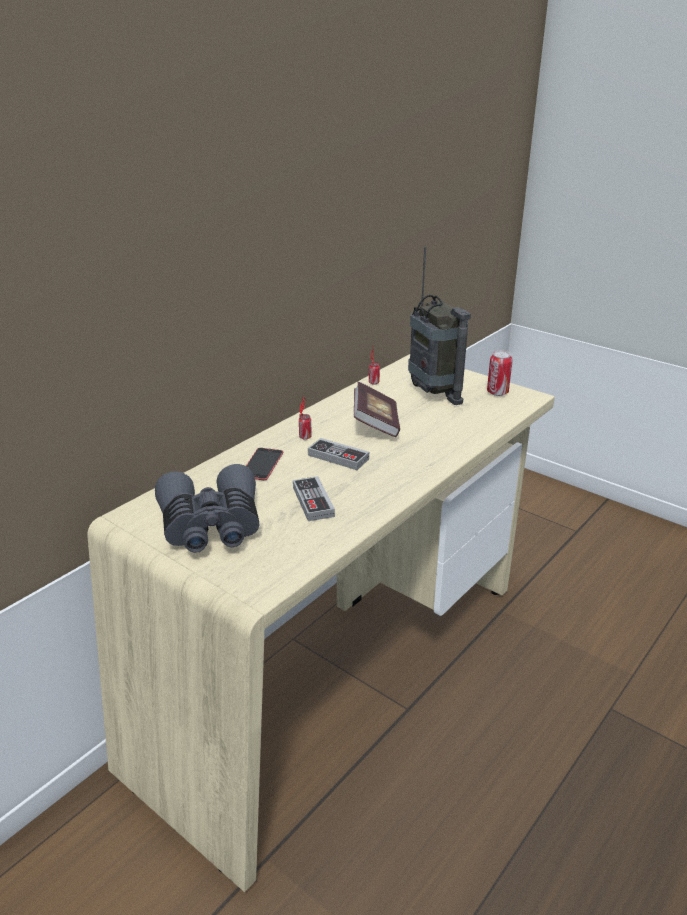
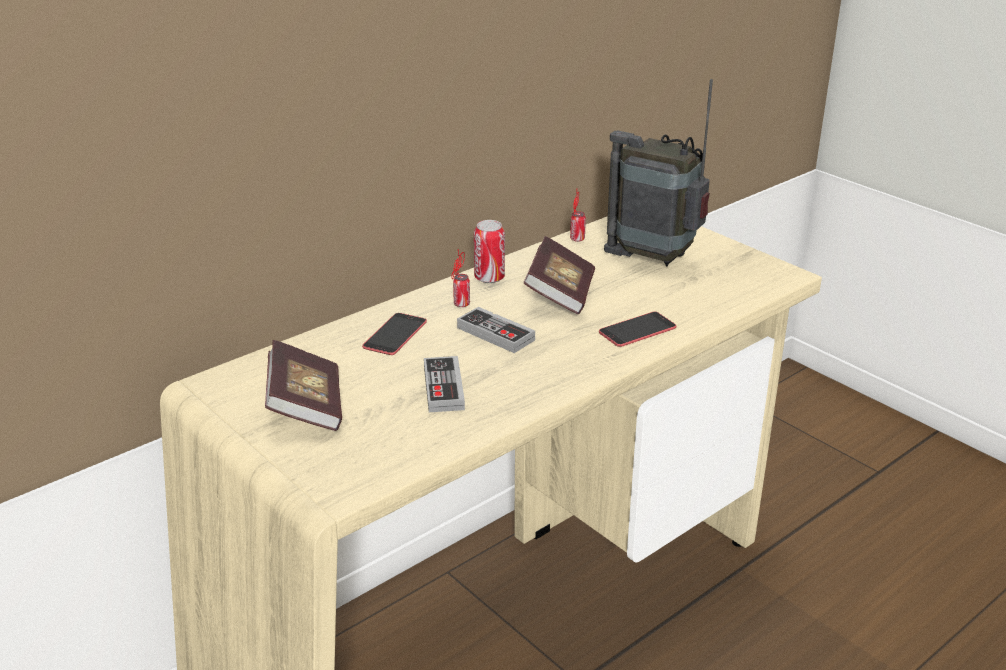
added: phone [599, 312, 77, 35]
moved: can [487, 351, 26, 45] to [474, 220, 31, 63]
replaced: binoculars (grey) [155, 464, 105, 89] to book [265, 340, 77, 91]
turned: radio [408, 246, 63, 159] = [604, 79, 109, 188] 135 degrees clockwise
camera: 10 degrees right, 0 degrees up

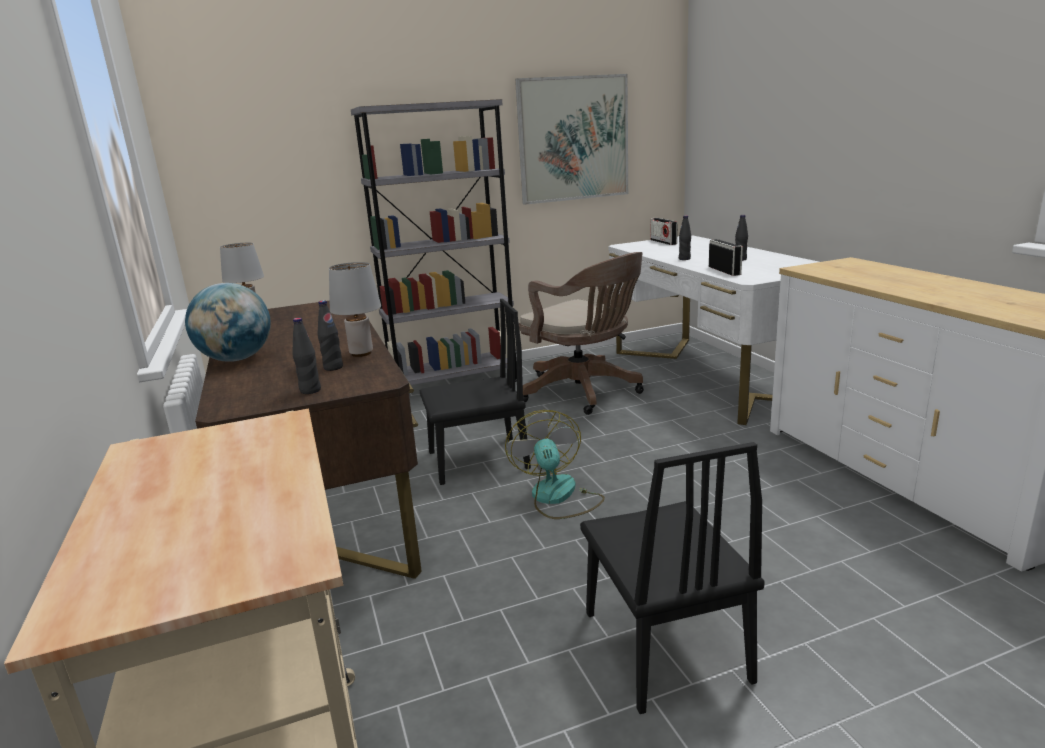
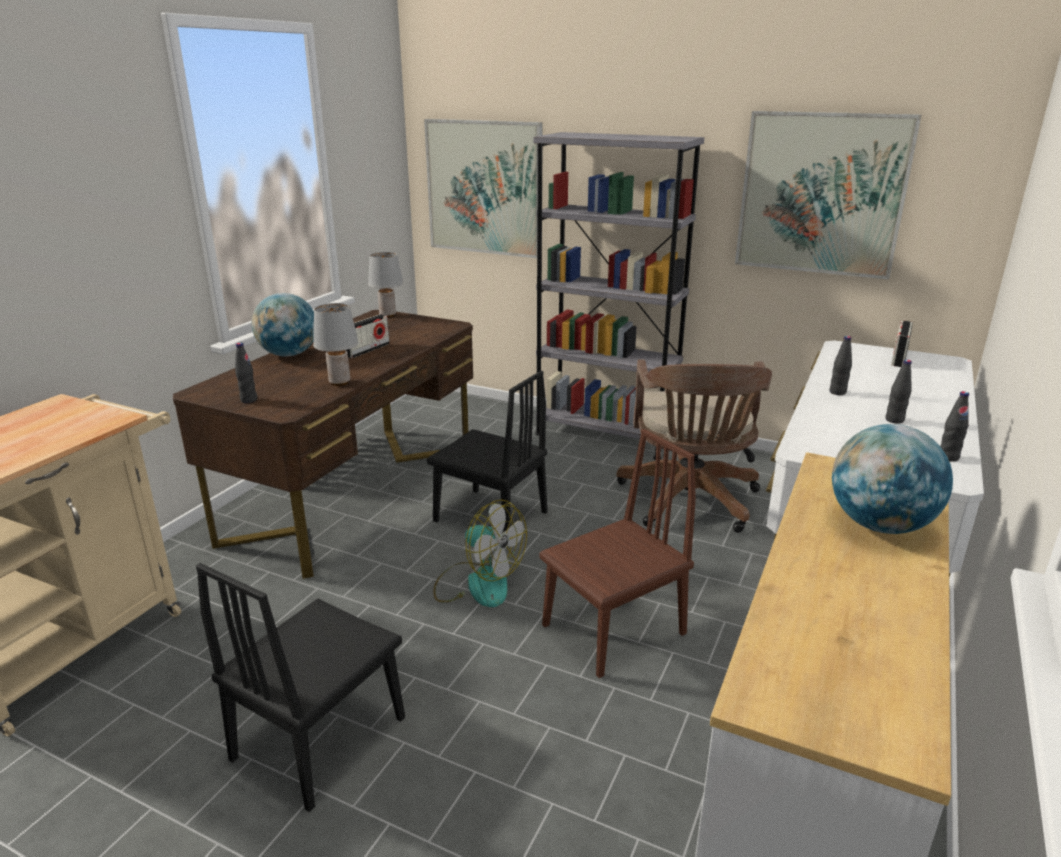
added: picture [424, 119, 119, 139]; chair (brown) [539, 429, 157, 249]; globe [832, 424, 121, 110]
moved: bottle (black) [318, 300, 25, 71] to [940, 391, 29, 71]; radio [709, 239, 34, 37] to [346, 314, 44, 44]
turned: fan [505, 410, 100, 109] = [433, 500, 94, 107] 90 degrees clockwise
camera: 45 degrees right, 5 degrees up

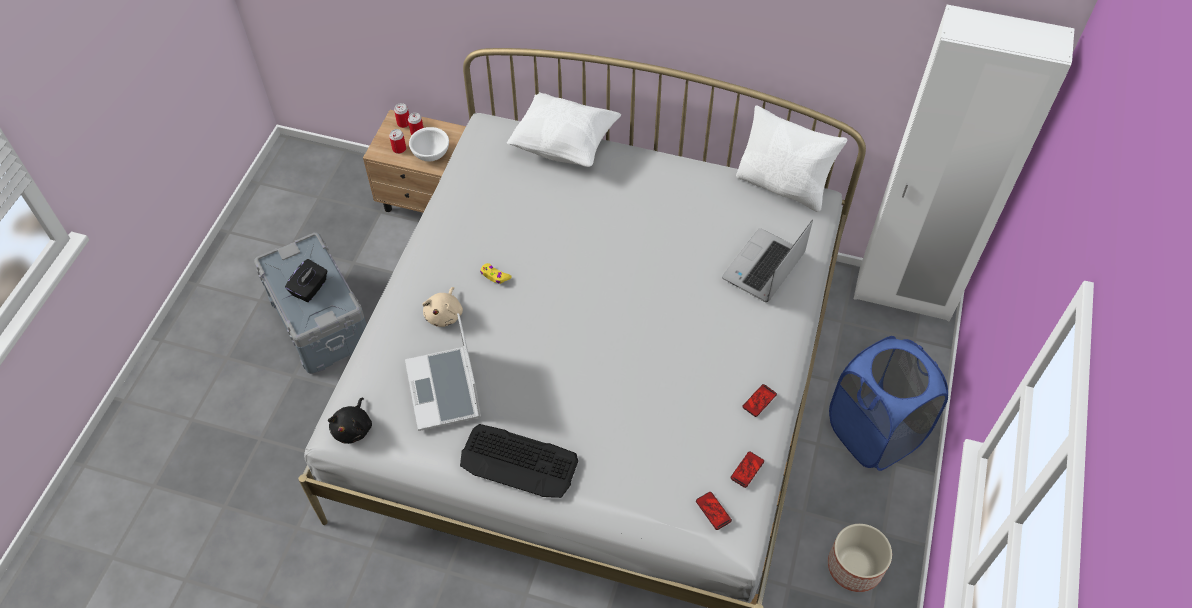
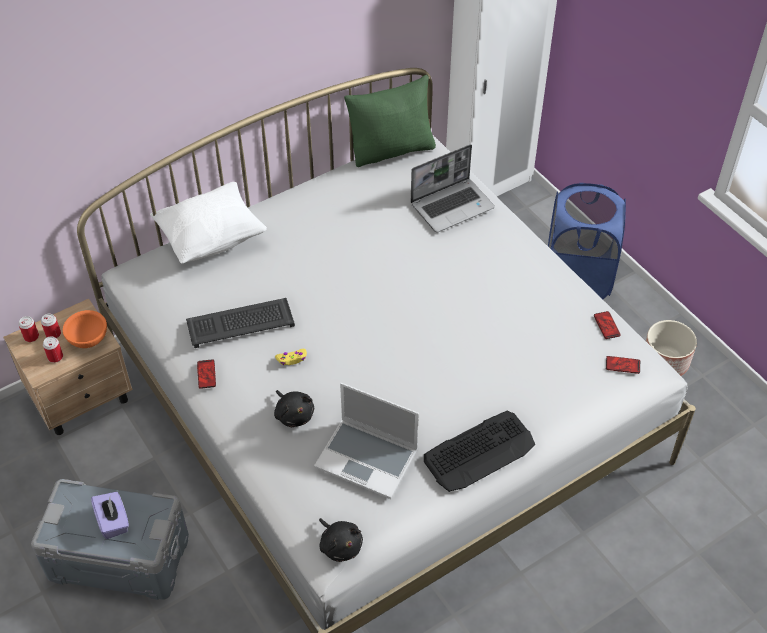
added: keyboard [186, 298, 109, 50]
moved: phone [742, 384, 35, 33] to [197, 359, 19, 30]
recoloured: tissue box (black) [285, 259, 42, 43] to tissue box (purple) [91, 492, 38, 47]; bowl (white) [409, 127, 40, 34] to bowl (orange) [63, 310, 44, 38]; plush toy (beige) [422, 287, 41, 40] to plush toy (black) [274, 390, 40, 37]; pillow (white) [736, 105, 111, 107] to pillow (green) [344, 75, 92, 92]
turned: laptop [722, 220, 91, 82] = [411, 144, 84, 88] 105 degrees counterclockwise
camera: 50 degrees left, 5 degrees down

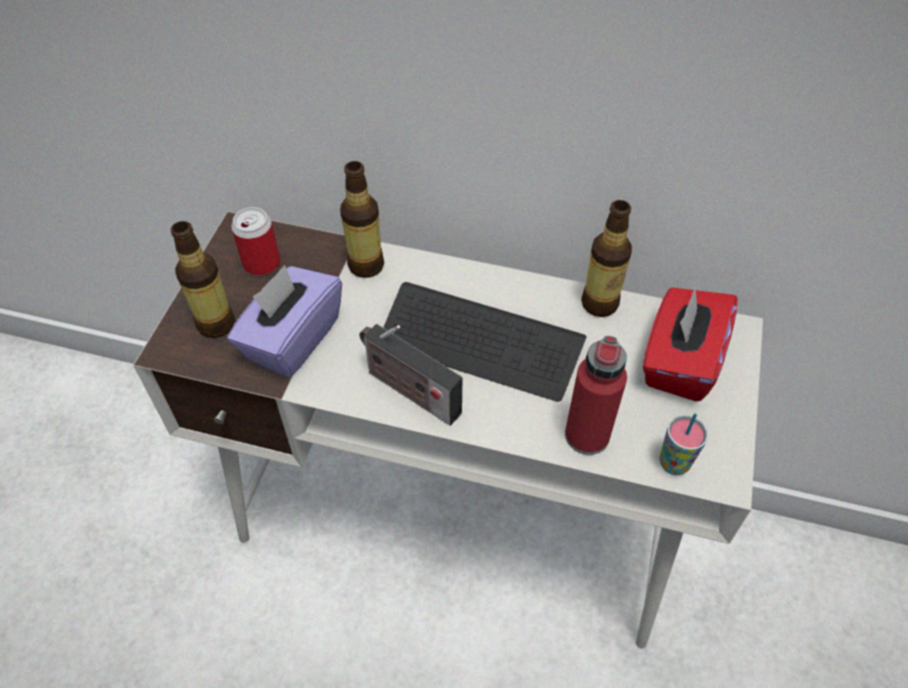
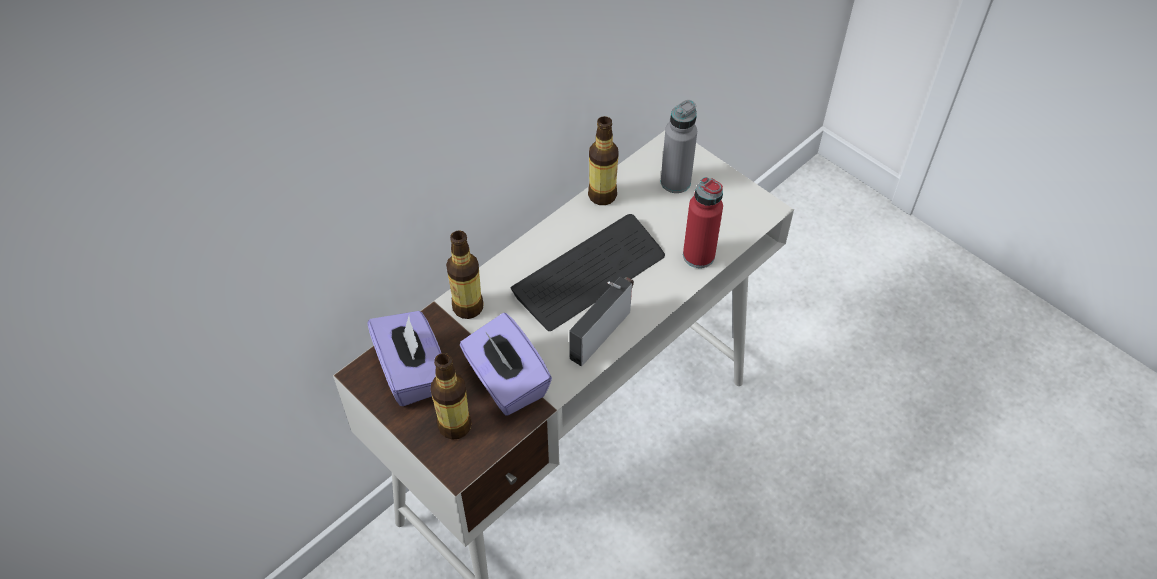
removed: cup [660, 413, 48, 62]
replaced: can [231, 207, 49, 69] to tissue box (purple) [367, 311, 74, 95]; tissue box (red) [643, 287, 95, 114] to bottle (grey) [661, 100, 36, 93]
turned: radio [359, 324, 103, 102] = [569, 277, 65, 89] 150 degrees clockwise
camera: 60 degrees left, 0 degrees up

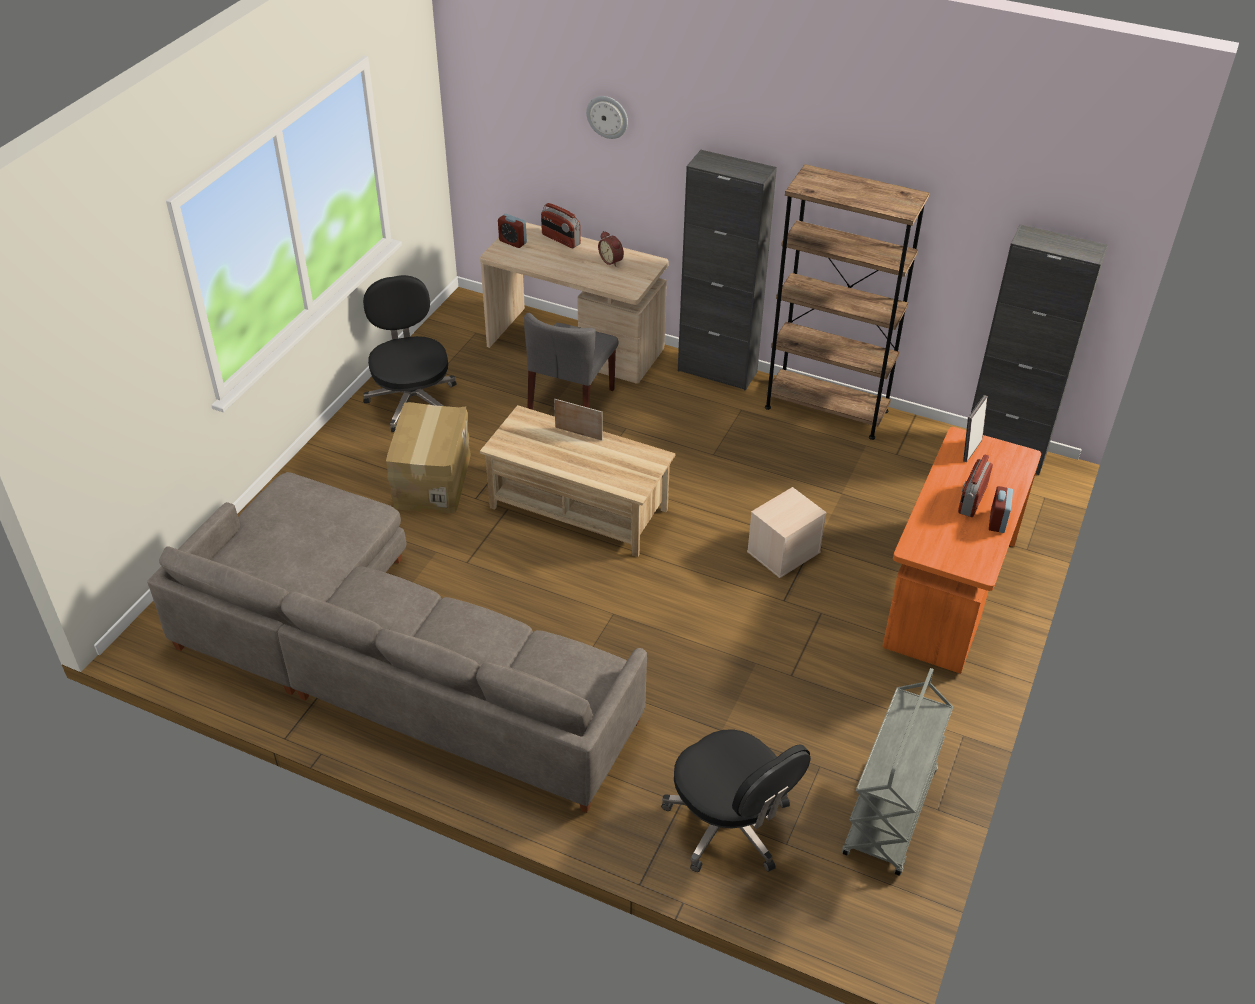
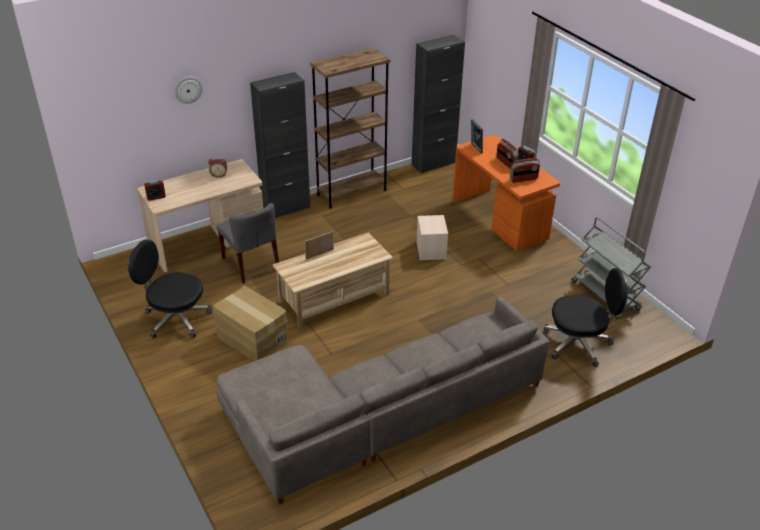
moved: radio [541, 203, 40, 45] to [510, 158, 30, 25]
camera: 55 degrees left, 5 degrees down

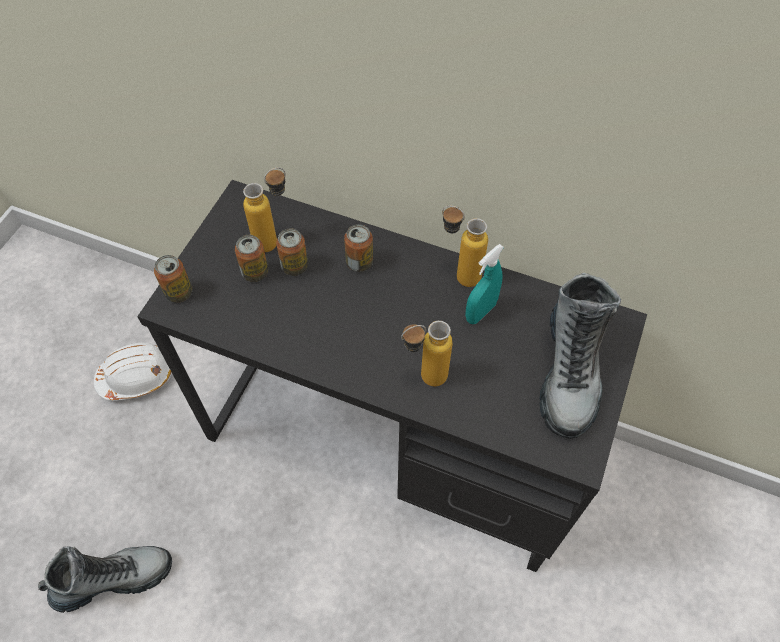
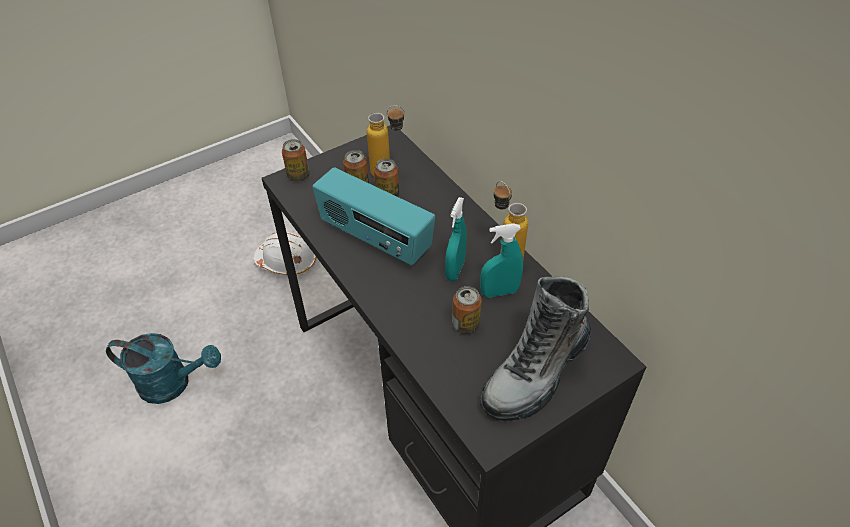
removed: bottle [401, 321, 52, 66]
added: radio [312, 167, 123, 99]; spray bottle (turquoise) [445, 197, 22, 84]
moved: can [344, 224, 29, 48] to [452, 286, 30, 48]
replaced: boot [38, 546, 134, 67] to watering can (turquoise) [106, 333, 115, 71]
camera: 35 degrees right, 10 degrees down

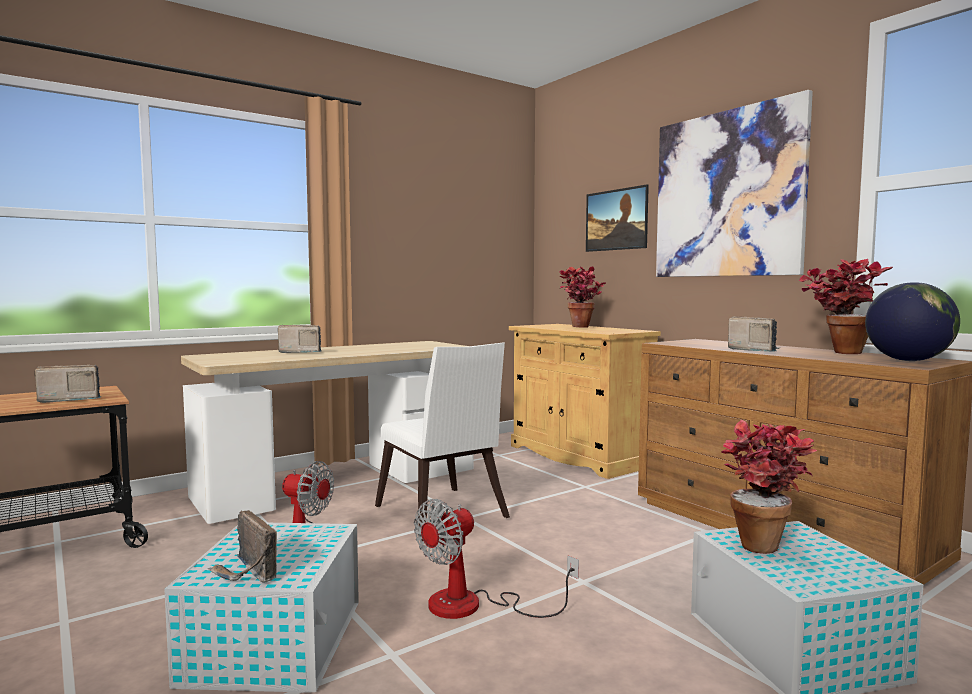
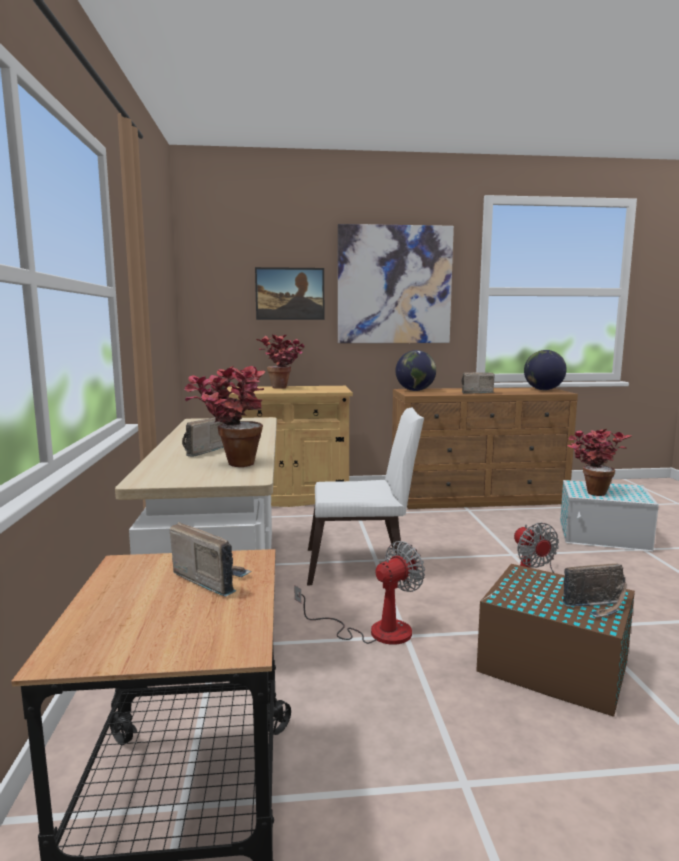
added: globe [396, 350, 40, 41]
moved: potted plant [799, 259, 94, 95] to [184, 366, 81, 101]
recoloured: storage box (white) [164, 522, 195, 171] to storage box (brown) [476, 564, 159, 153]
turned: radio [34, 365, 67, 38] = [170, 522, 82, 75] 120 degrees clockwise
camera: 60 degrees left, 5 degrees up

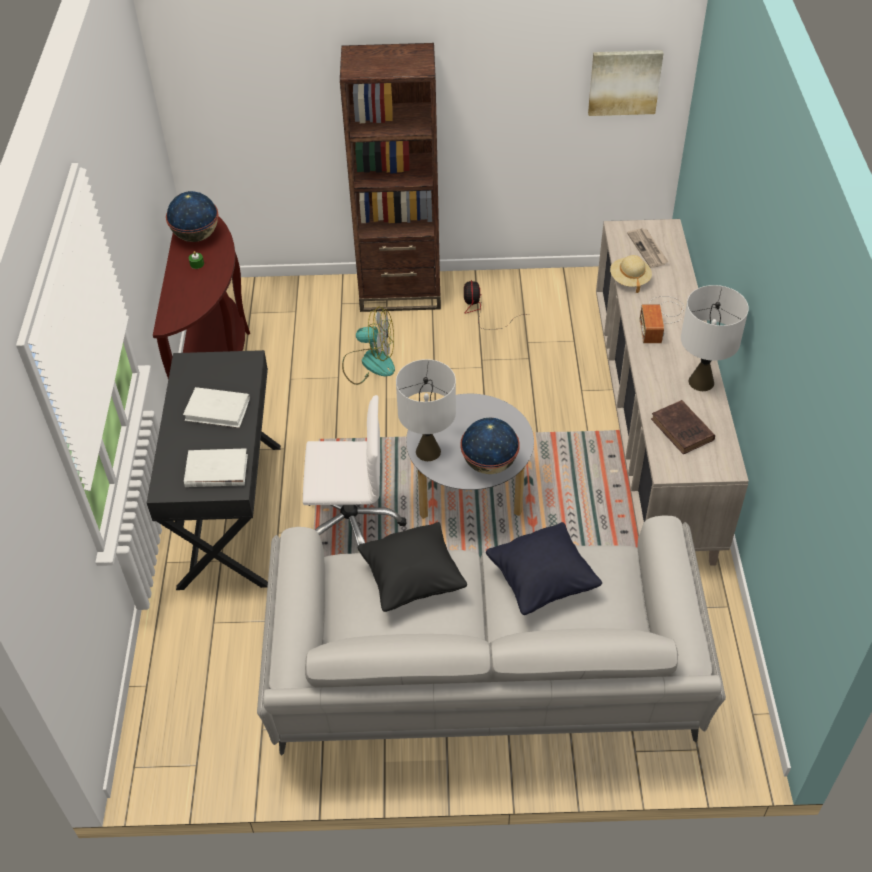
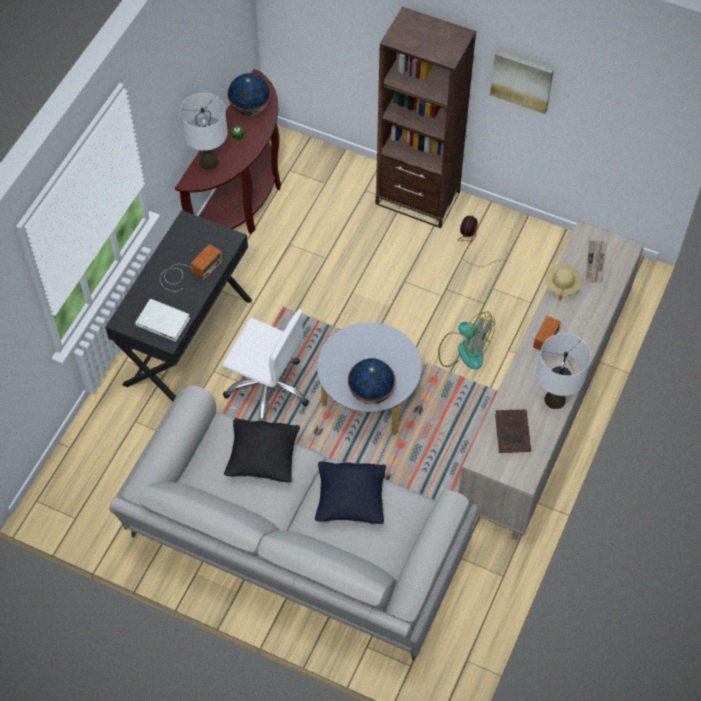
moved: fan [342, 307, 53, 78] to [438, 312, 57, 58]; table lamp (white) [396, 359, 60, 102] to [180, 93, 48, 77]; picture [588, 50, 76, 66] to [490, 51, 64, 63]
replaced: book (white) [183, 387, 67, 41] to radio [160, 244, 63, 48]
camera: 25 degrees right, 10 degrees up

